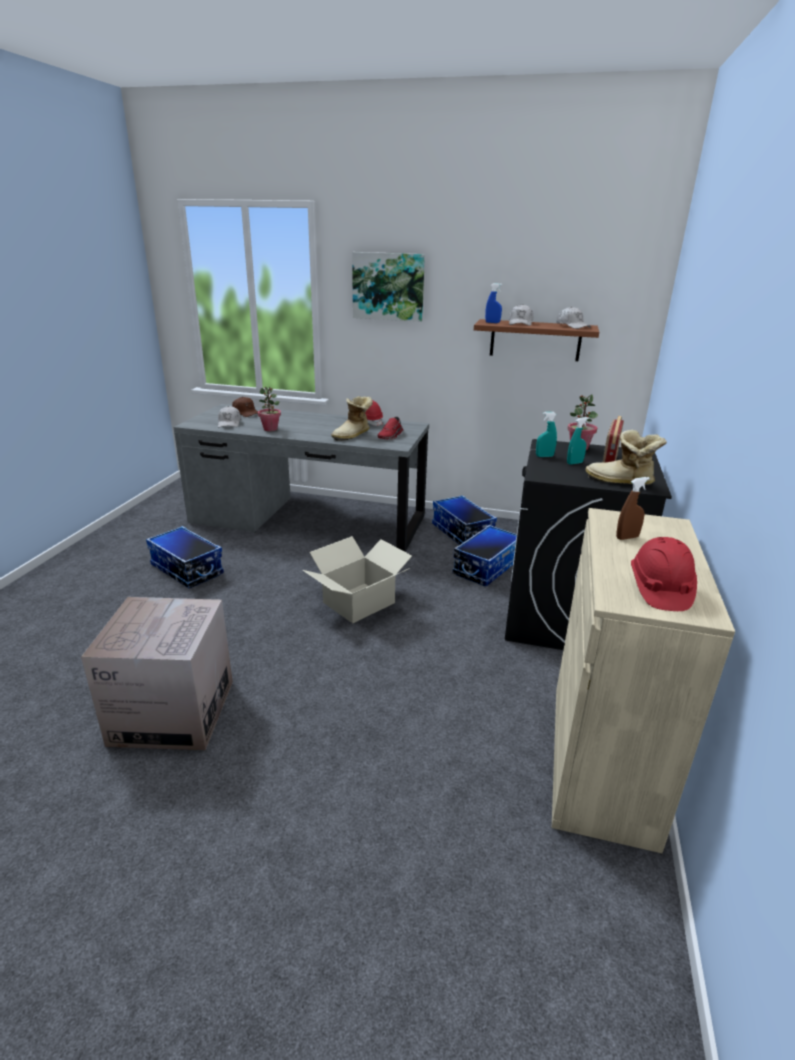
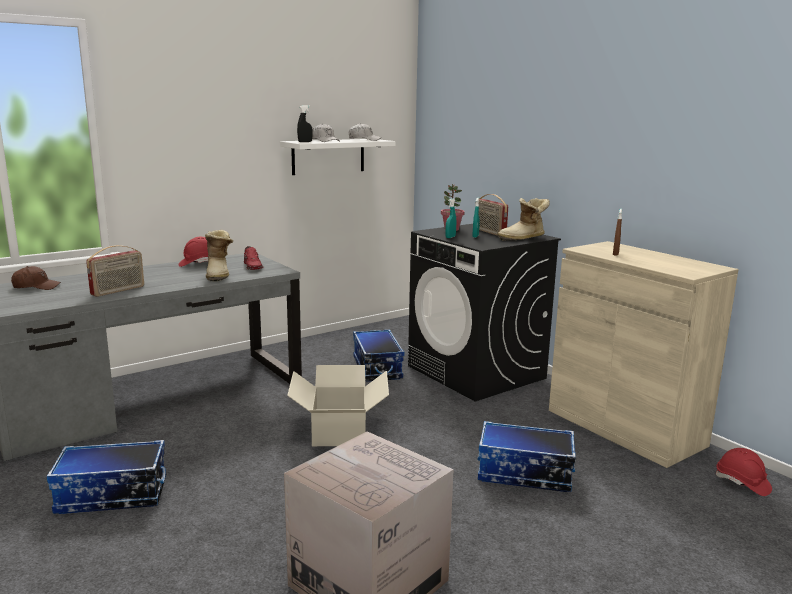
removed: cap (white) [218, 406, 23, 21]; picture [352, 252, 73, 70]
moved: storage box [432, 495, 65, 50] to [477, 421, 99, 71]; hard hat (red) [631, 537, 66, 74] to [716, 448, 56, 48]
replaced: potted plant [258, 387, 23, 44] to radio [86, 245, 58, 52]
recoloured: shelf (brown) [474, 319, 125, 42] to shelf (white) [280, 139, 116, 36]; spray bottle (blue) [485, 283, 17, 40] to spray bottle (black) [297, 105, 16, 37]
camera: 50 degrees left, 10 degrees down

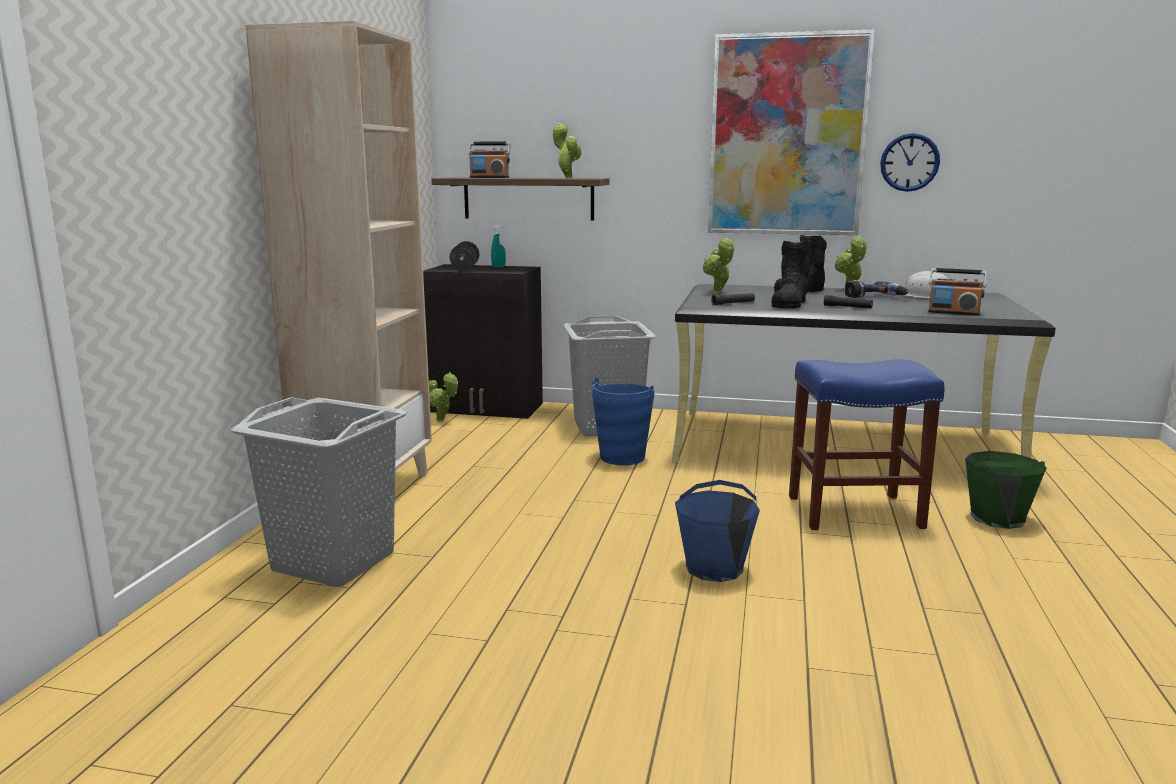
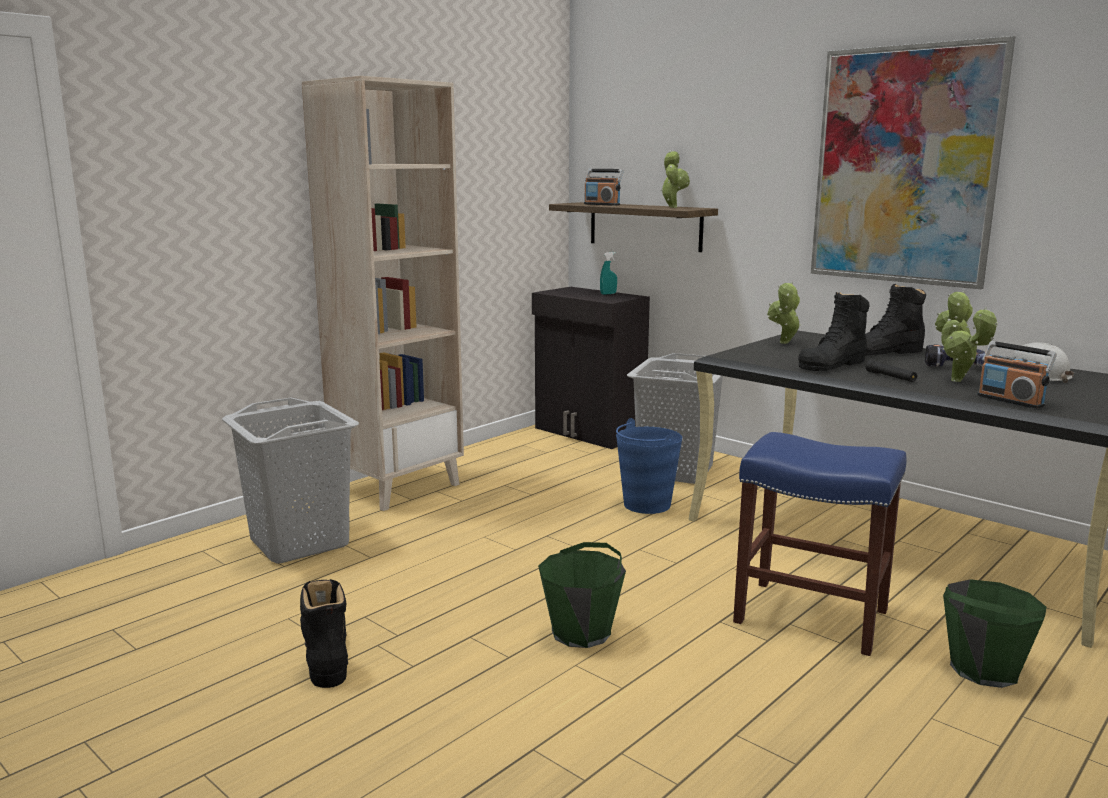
removed: dumbbell (black) [450, 241, 29, 30]; flashlight (black) [711, 293, 44, 12]; wall clock [880, 133, 60, 59]
added: boot (black) [300, 579, 48, 109]
moved: potted plant [429, 372, 29, 50] to [941, 308, 57, 74]
recoloured: bucket (blue) [675, 480, 85, 102] to bucket (green) [538, 542, 88, 106]
camera: 30 degrees right, 0 degrees up

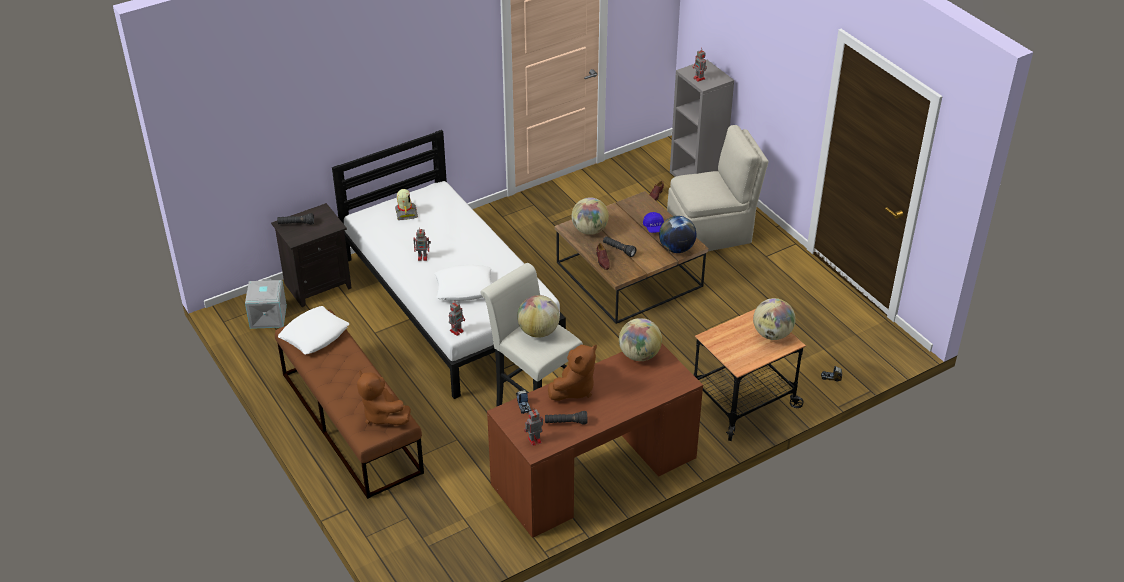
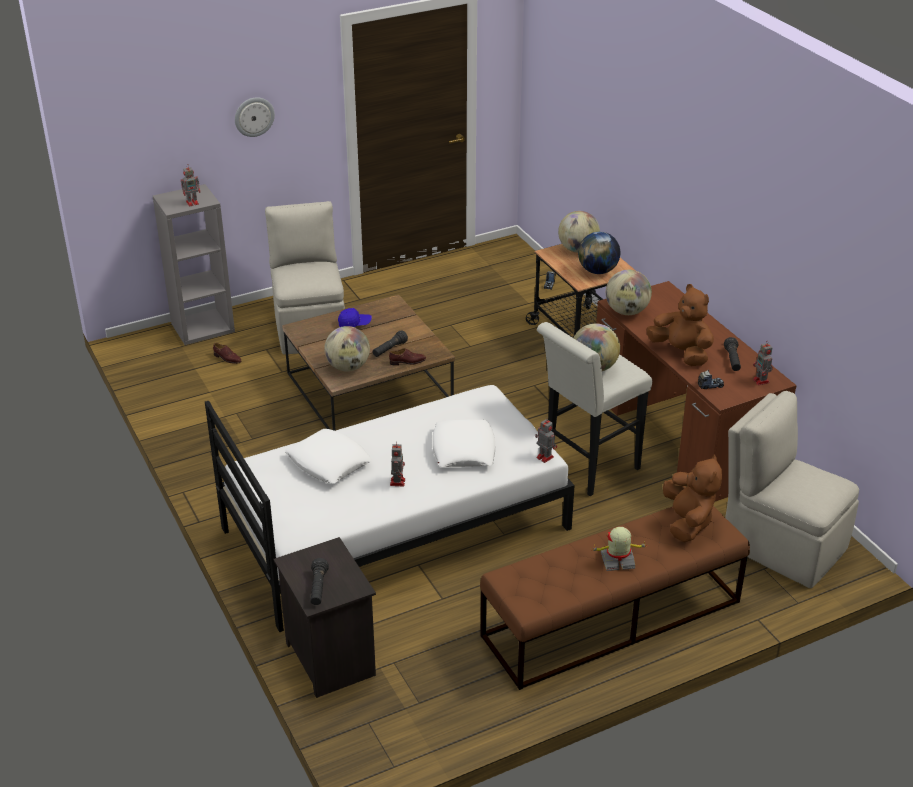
removed: storage box (grey) [245, 279, 42, 50]
added: wall clock [235, 97, 40, 40]; chair (beige) [725, 391, 134, 197]
moved: pillow (white) [278, 306, 71, 48] to [285, 429, 87, 55]; toy robot [395, 189, 23, 31] to [591, 527, 57, 44]; globe [659, 216, 38, 37] to [578, 232, 42, 42]
turned: plush toy (brown) [357, 370, 54, 55] = [663, 454, 59, 88] 60 degrees counterclockwise
camera: 85 degrees left, 5 degrees down

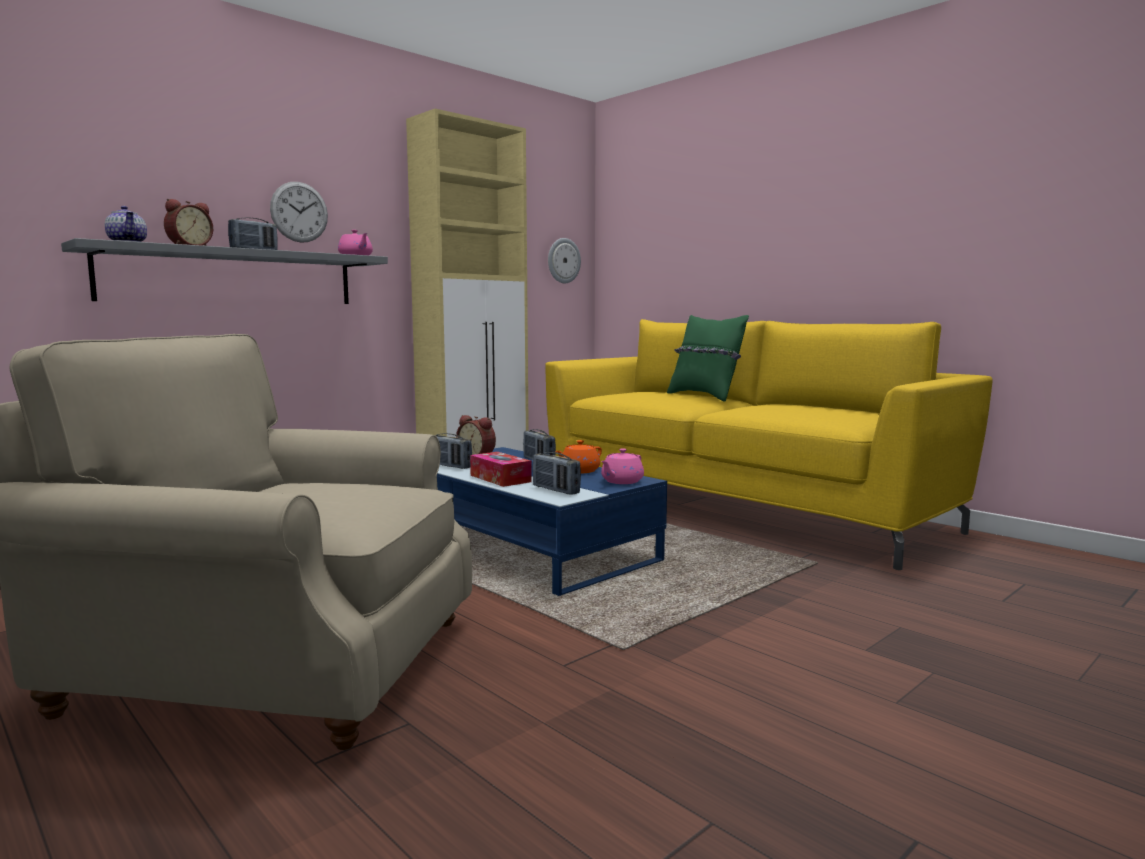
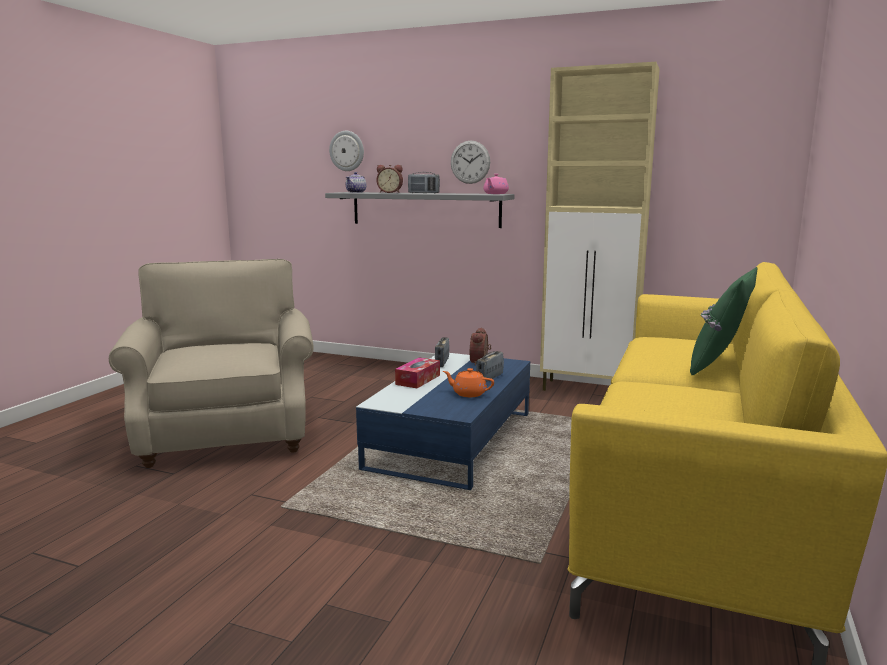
removed: radio [533, 452, 48, 43]; teapot (pink) [601, 448, 43, 36]
moved: wall clock [548, 238, 33, 45] to [329, 131, 35, 40]
camera: 65 degrees right, 5 degrees up

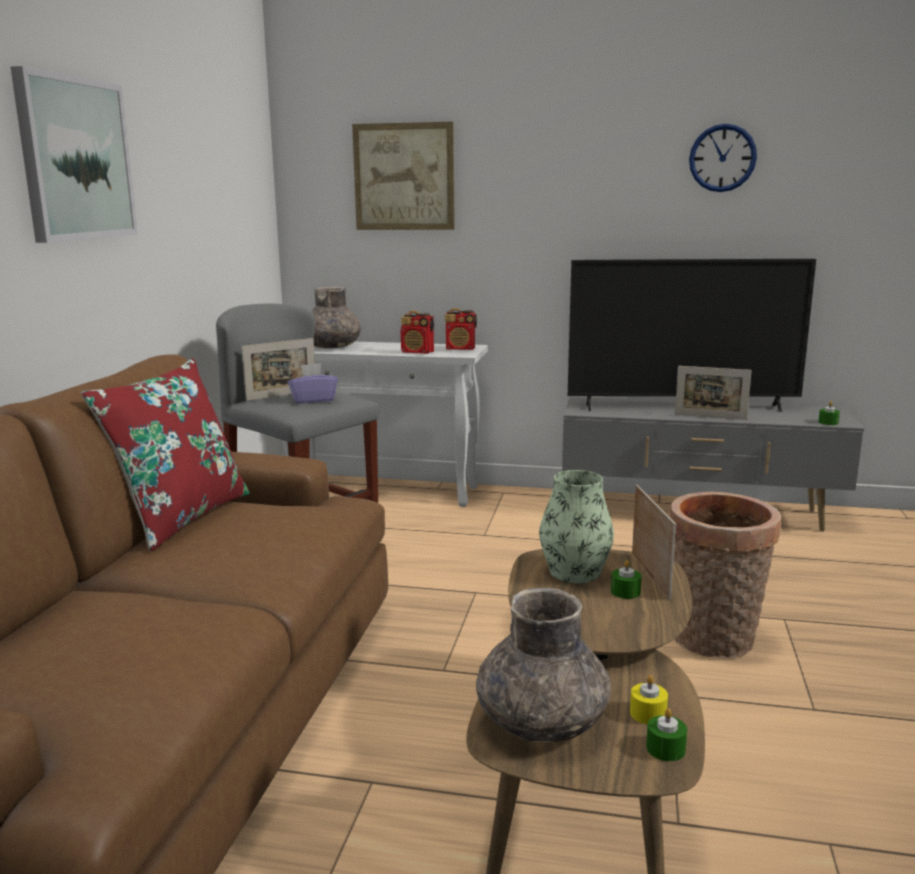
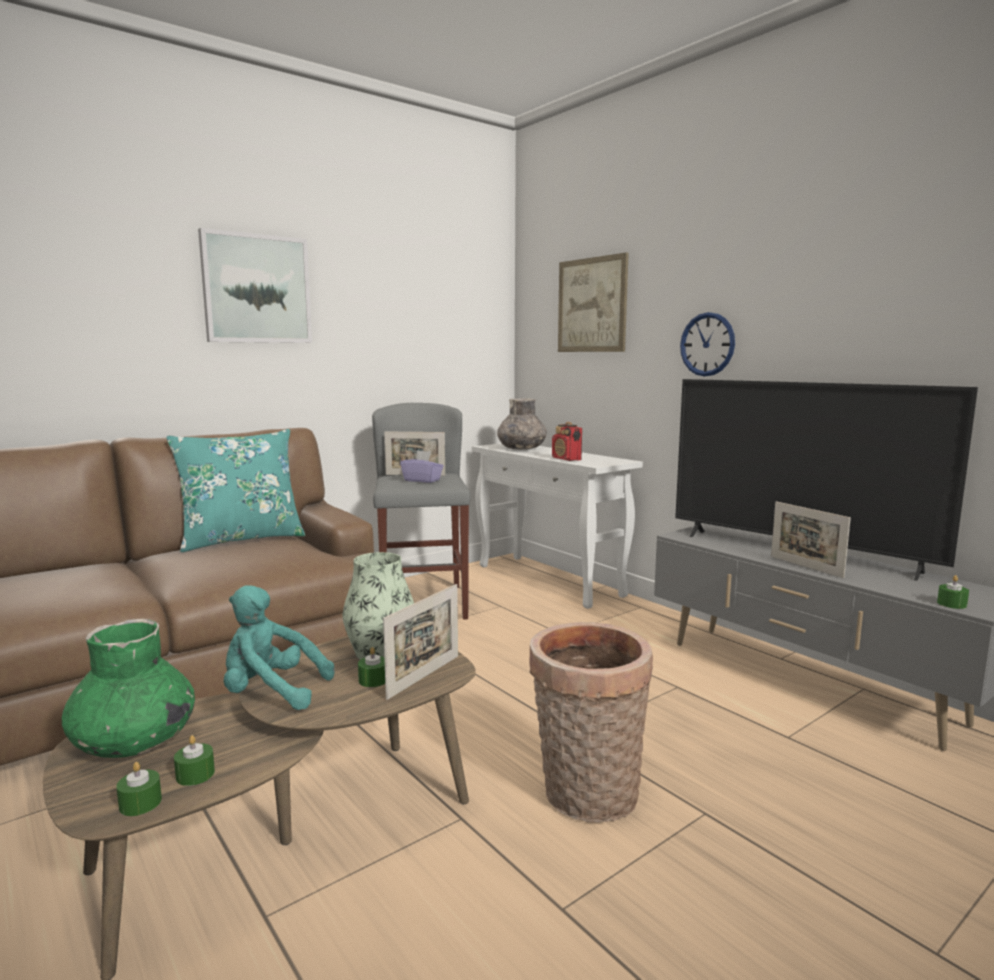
removed: radio [445, 308, 32, 42]
added: plush toy (turquoise) [224, 585, 111, 125]
moved: wall clock [689, 124, 68, 68] to [680, 312, 55, 64]
recoloured: pillow (red) [81, 358, 169, 193] to pillow (turquoise) [166, 429, 139, 123]; vase (grey) [476, 588, 135, 155] to vase (green) [62, 619, 133, 139]; candle (yellow) [630, 675, 38, 49] to candle (green) [174, 735, 41, 51]
camera: 40 degrees right, 5 degrees down

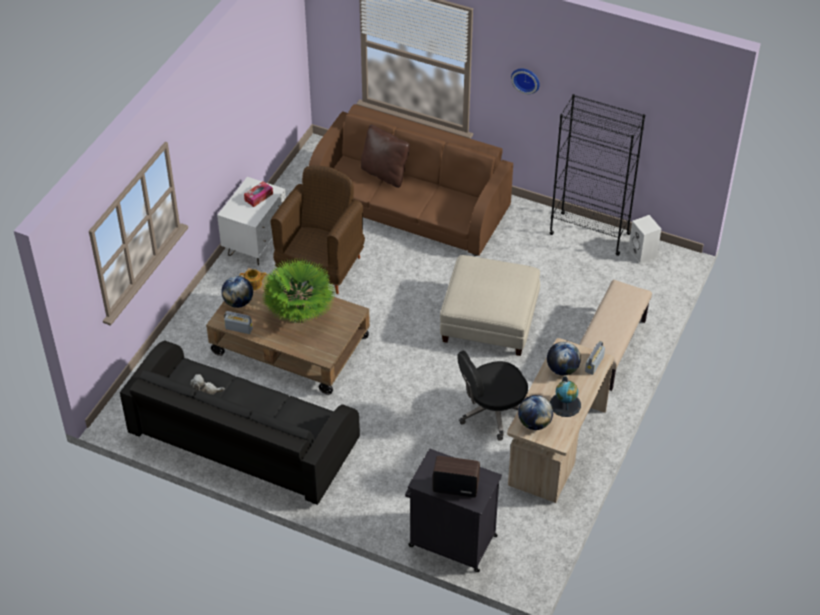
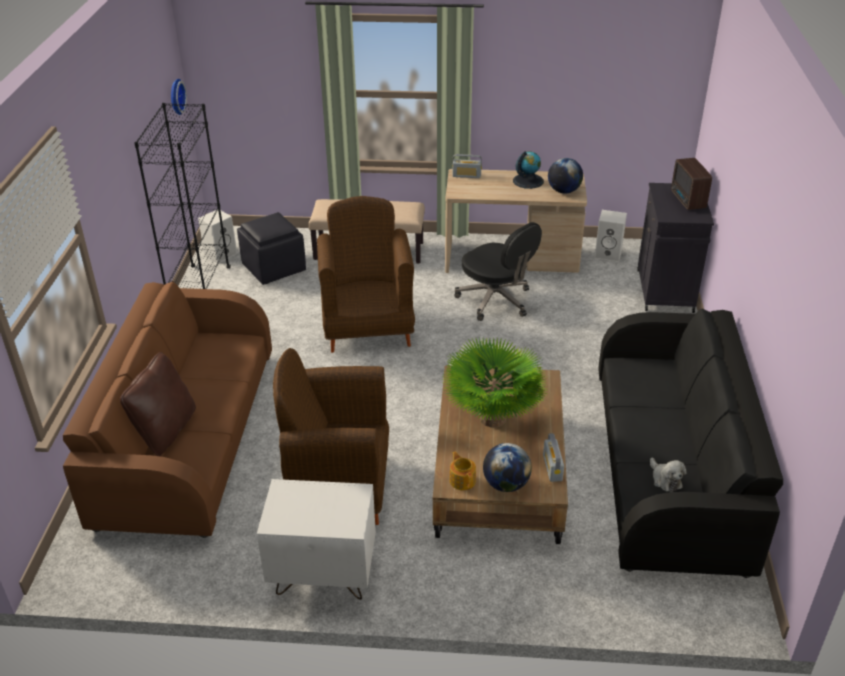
removed: tissue box [244, 181, 29, 26]; globe [547, 342, 34, 34]
added: ottoman (black) [237, 212, 69, 73]; speaker (white) [595, 210, 32, 52]
moved: wall clock [511, 68, 29, 26] to [171, 79, 16, 36]
replaced: ottoman (beige) [440, 255, 100, 101] to armchair (brown) [317, 196, 98, 157]
camera: 110 degrees left, 10 degrees down

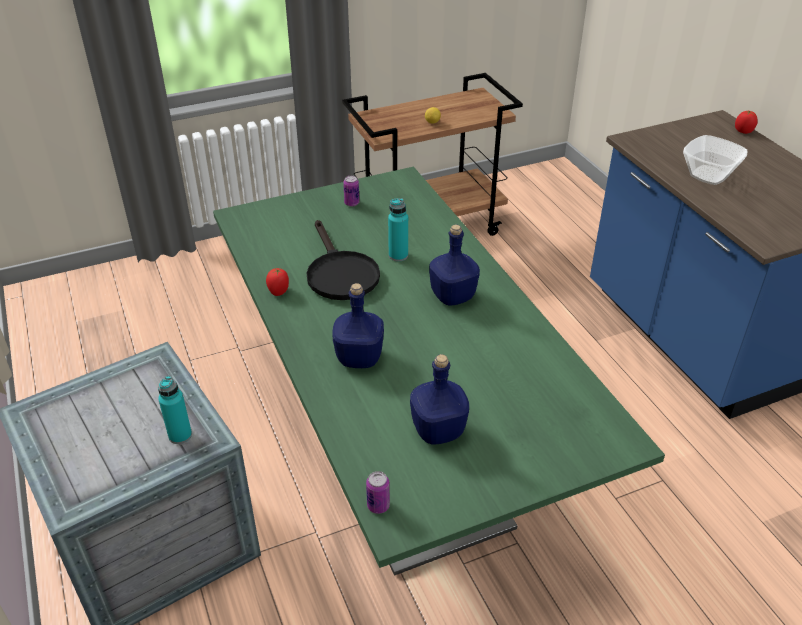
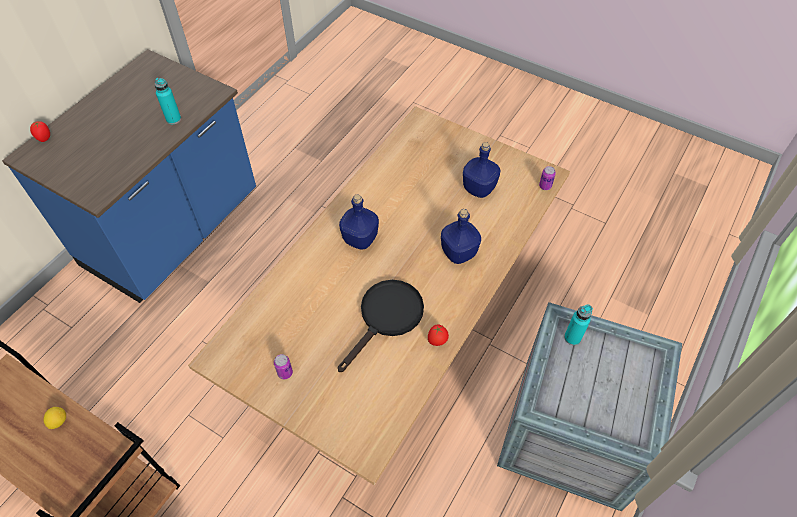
removed: bowl [683, 135, 65, 50]
moved: bottle (turquoise) [388, 198, 20, 63] to [155, 78, 26, 46]
recoloured: dining table (green) [213, 166, 452, 410] to dining table (beige) [188, 106, 382, 379]
camera: 125 degrees left, 15 degrees up

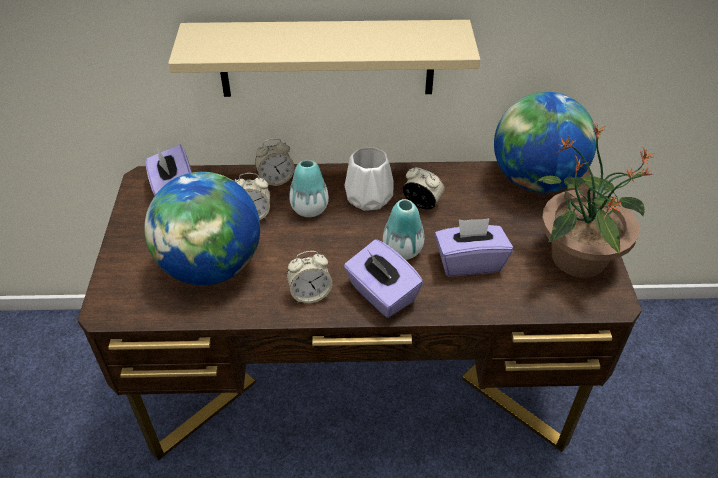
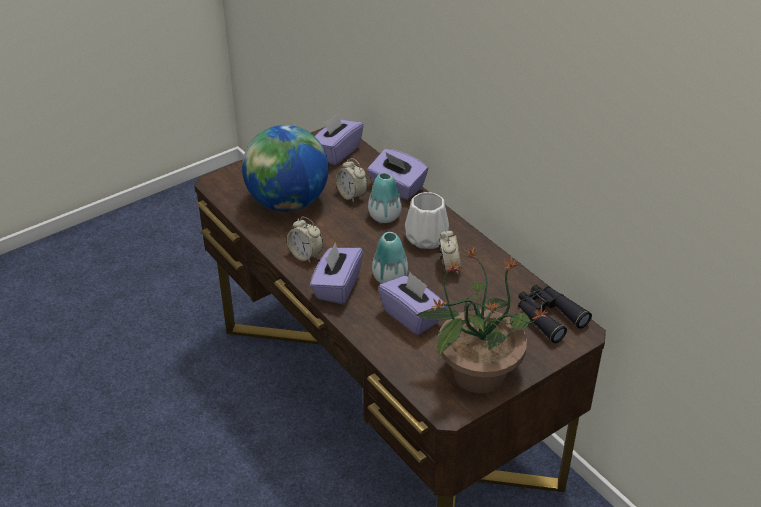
removed: shelf (beige) [168, 20, 312, 77]
replaced: alarm clock [255, 138, 40, 48] to tissue box (purple) [367, 149, 61, 51]; globe [494, 92, 102, 101] to binoculars (black) [518, 284, 74, 59]
camera: 55 degrees right, 5 degrees down

